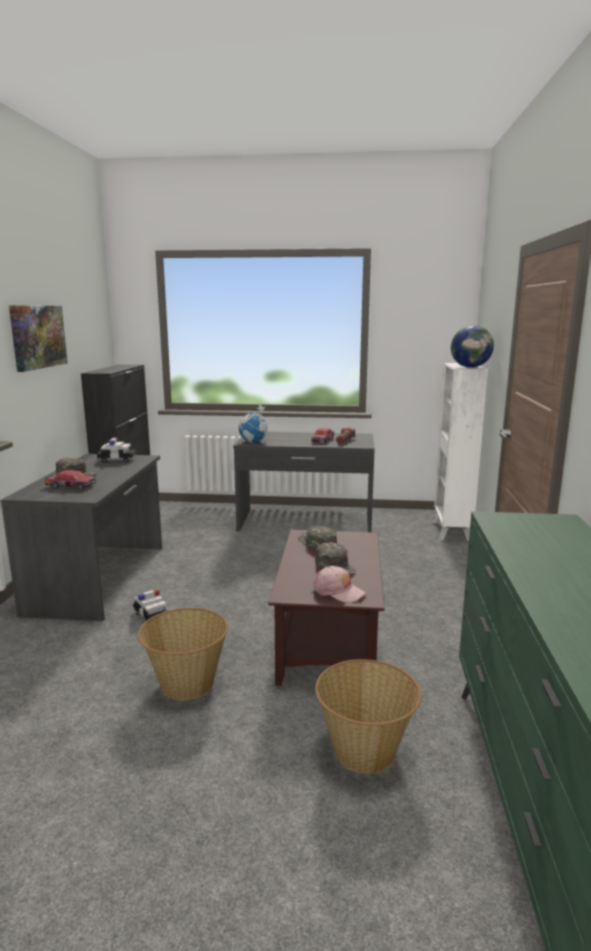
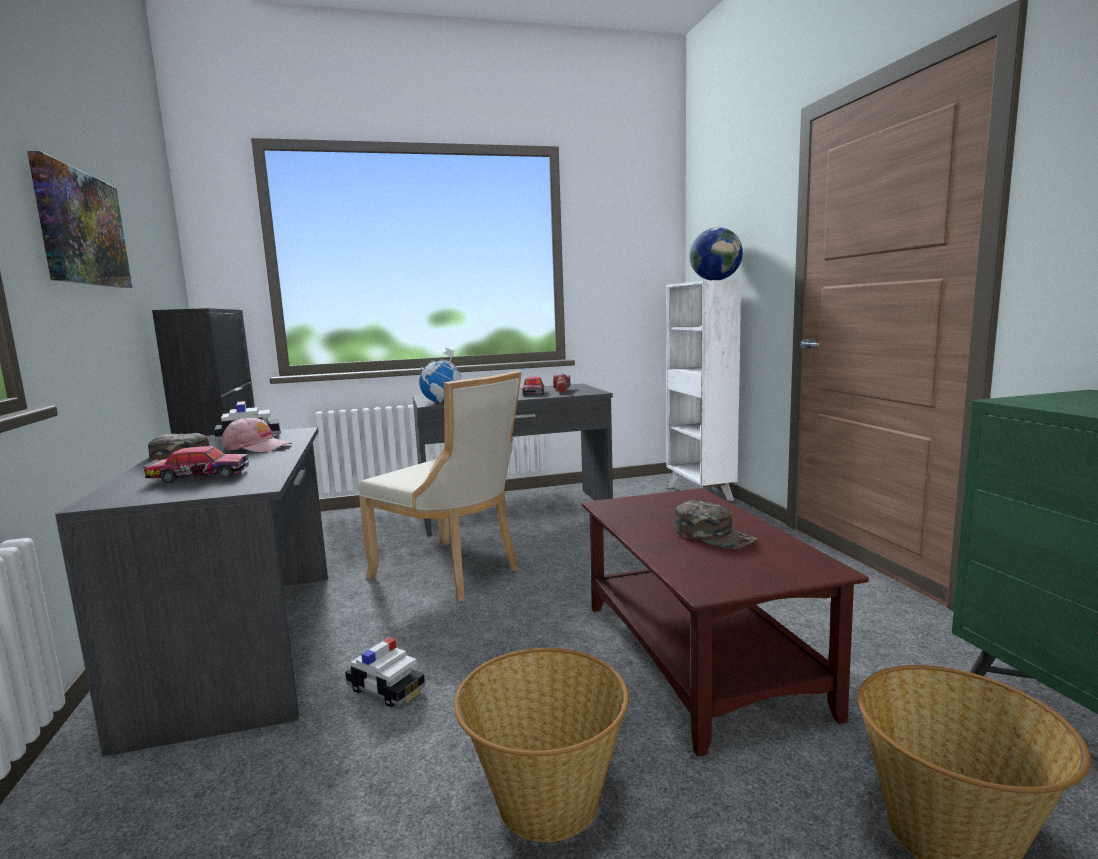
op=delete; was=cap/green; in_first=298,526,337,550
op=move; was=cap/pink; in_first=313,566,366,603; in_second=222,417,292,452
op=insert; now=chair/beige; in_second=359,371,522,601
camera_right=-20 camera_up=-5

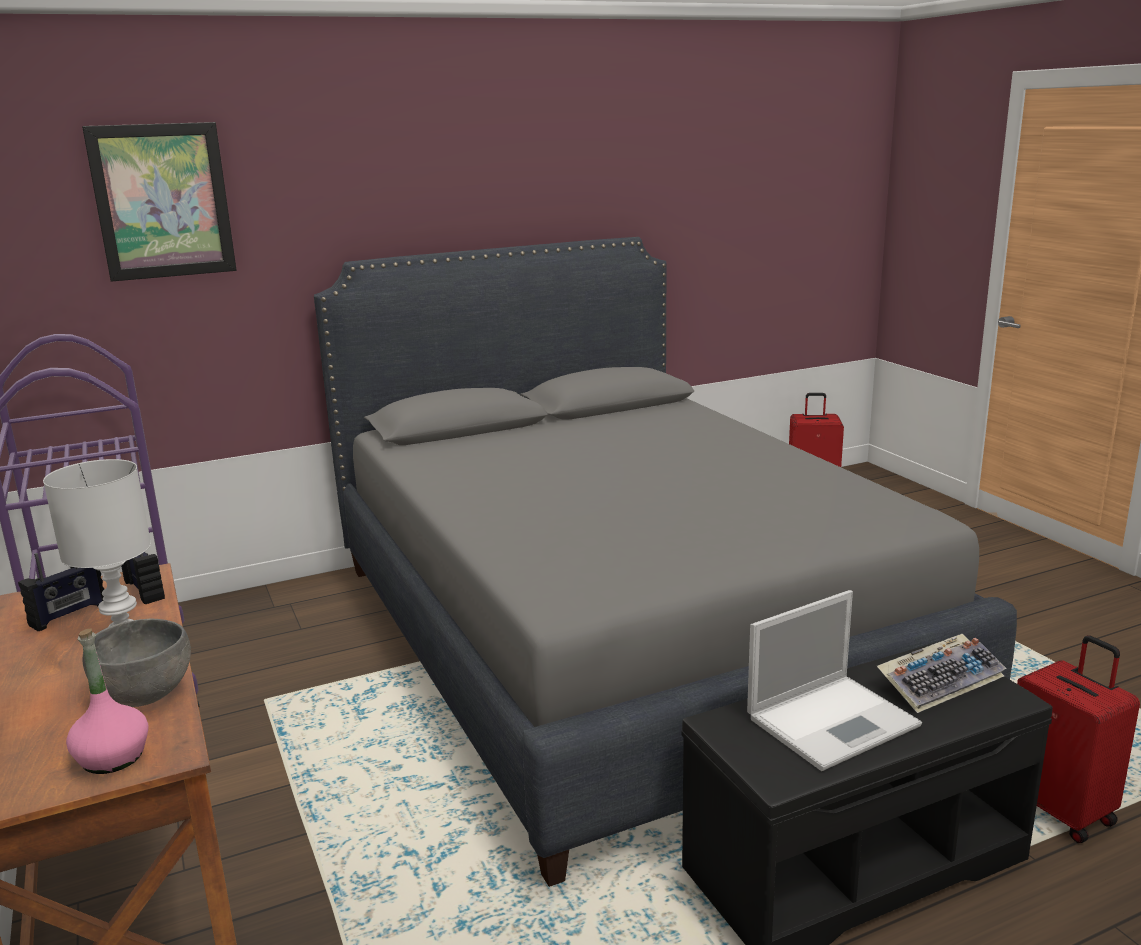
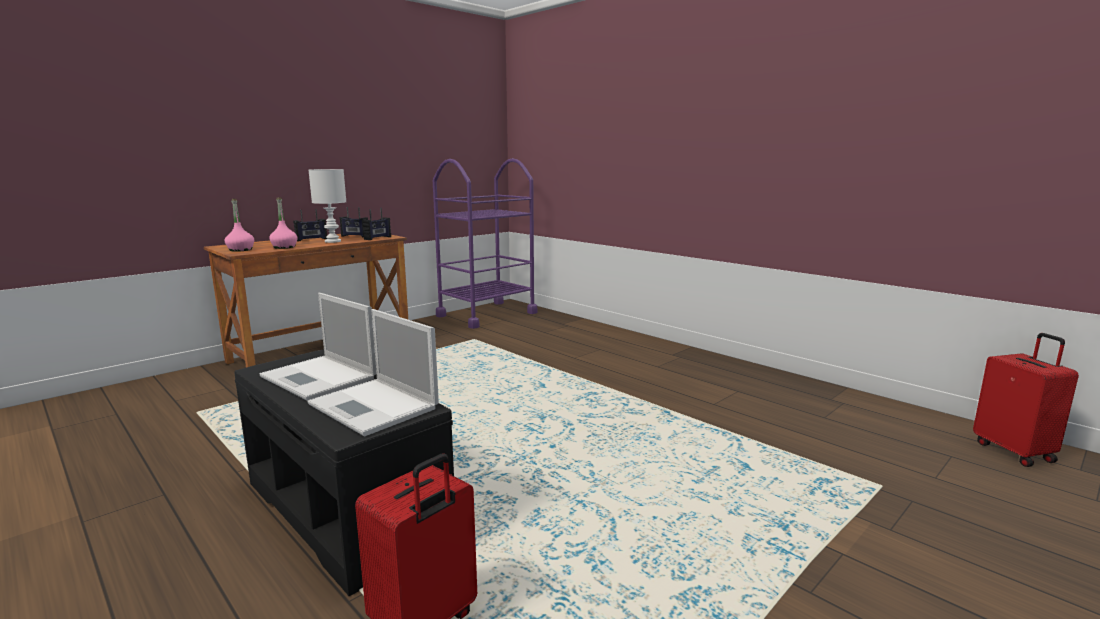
op=delete; was=picture; in_first=82,122,237,282
op=replace; was=bowl/grey; now=bottle/pink; in_first=82,619,191,707; in_second=269,197,298,249
op=delete; was=bed/grey; in_first=314,237,1017,887
op=replace; was=keyboard; now=laptop; in_first=877,634,1006,713; in_second=307,309,439,436
op=insert; now=radio; in_second=293,209,327,241
camera_right=70 camera_up=-5

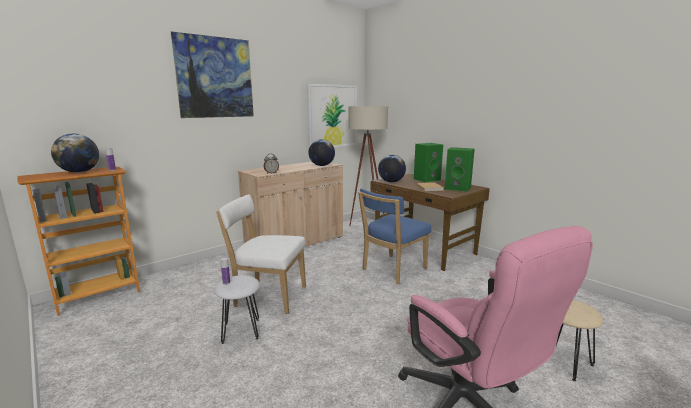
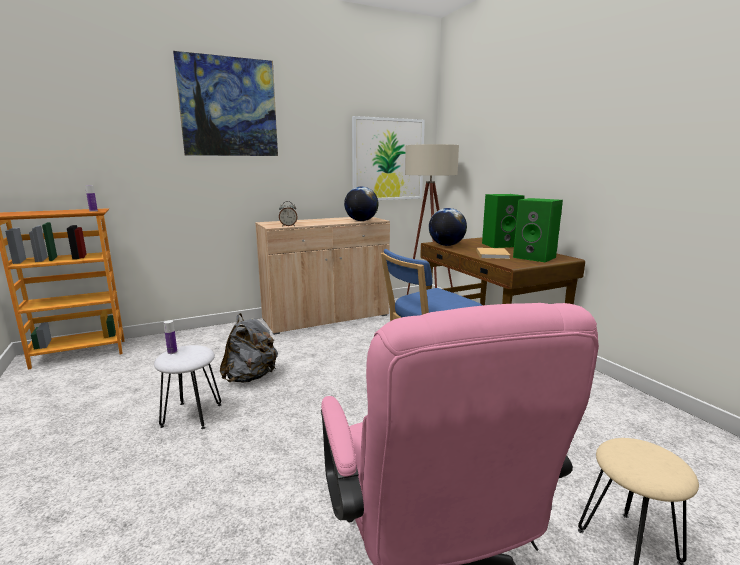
op=delete; was=globe; in_first=51,134,99,173
op=replace; was=chair/white; now=backpack/grey; in_first=216,194,306,314; in_second=220,313,278,383
camera_right=15 camera_up=0

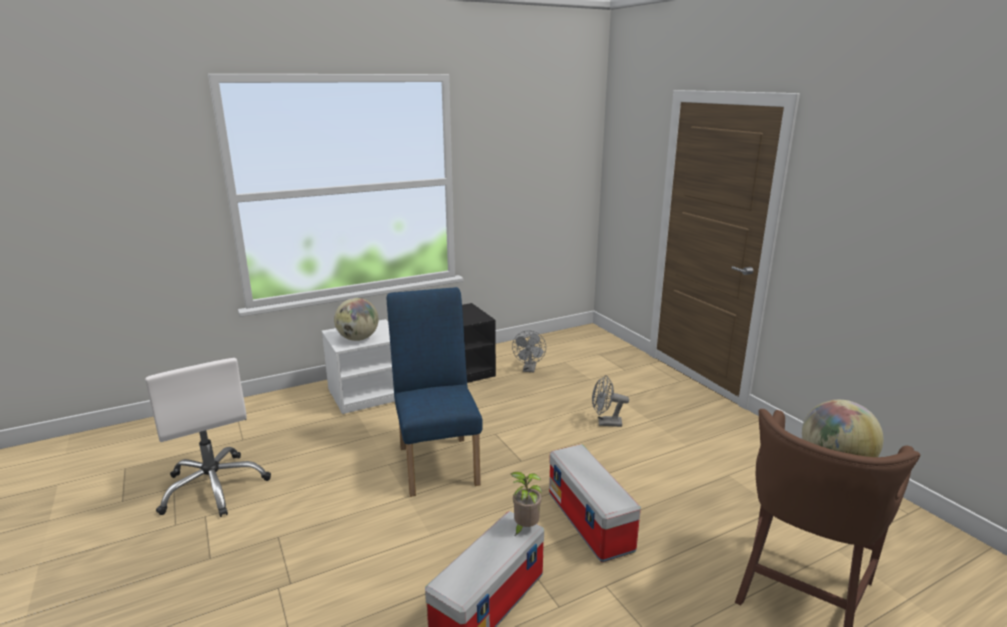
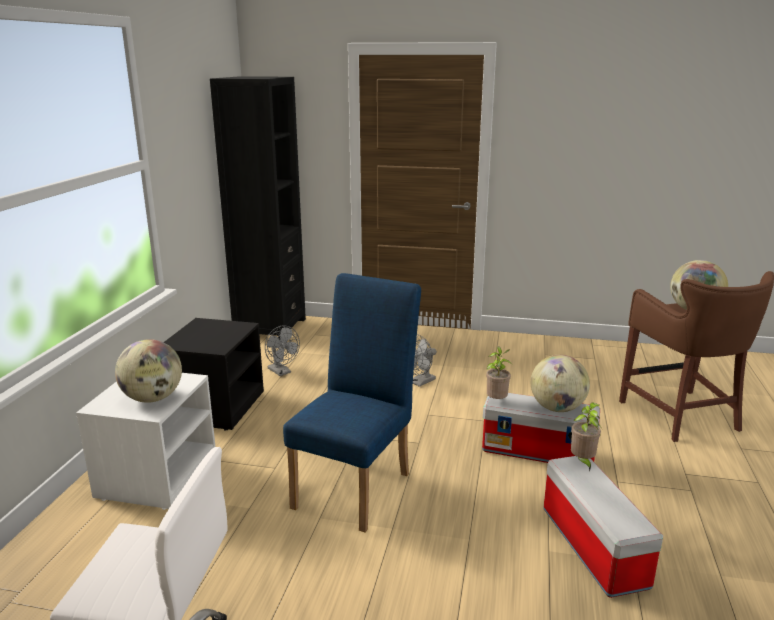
op=rotate; was=chair/blue; in_first=387,287,483,497; in_second=283,273,421,532; clockwise=90
op=insert; now=bookcase/black; in_second=210,76,306,339
op=insert; now=potted plant; in_second=486,346,512,399
op=insert; now=globe; in_second=531,355,590,412
camera_right=-50 camera_up=0

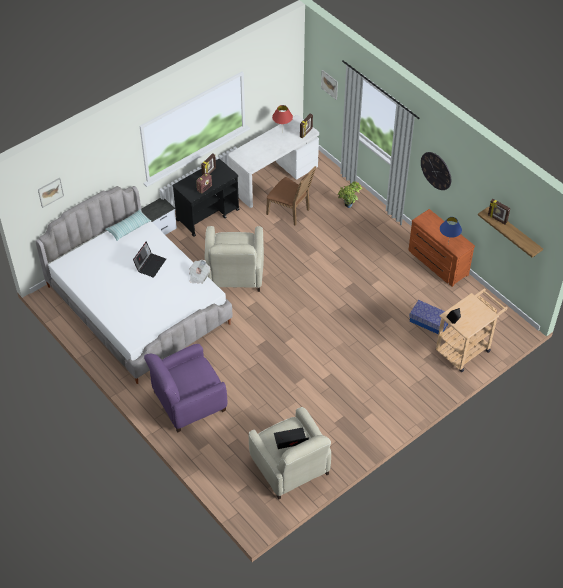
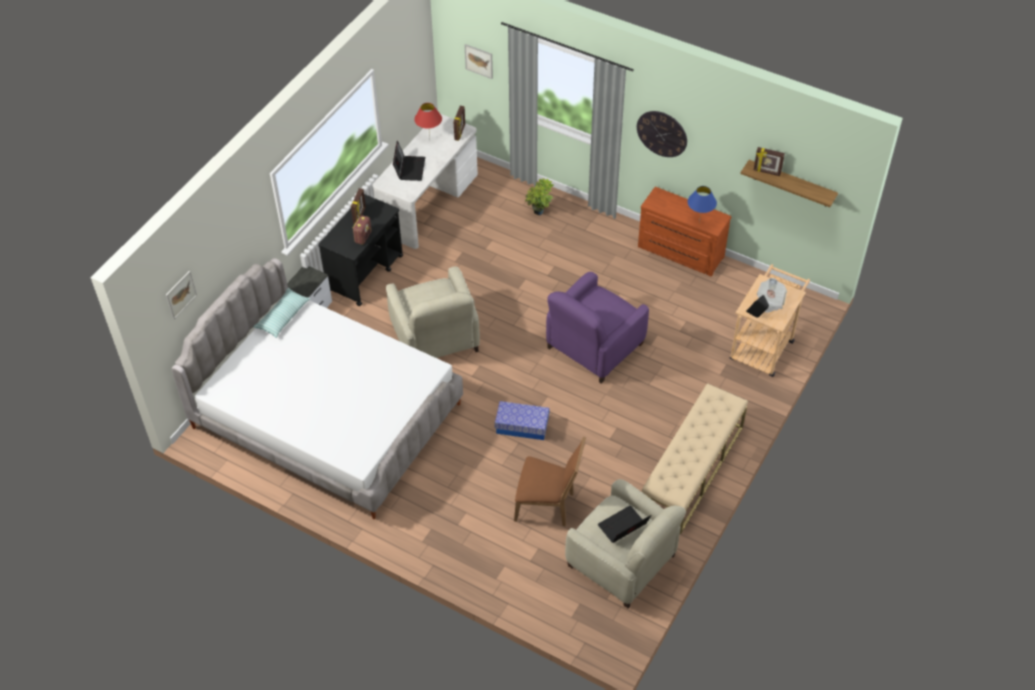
op=move; was=laptop; in_first=133,241,166,278; in_second=393,140,425,181
op=move; was=armchair/purple; in_first=144,344,227,433; in_second=546,272,649,384
op=move; was=newspaper; in_first=189,260,210,284; in_second=757,278,787,313
op=move; was=chair/brown; in_first=266,166,316,226; in_second=514,437,586,526
op=move; was=storage box; in_first=409,300,448,334; in_second=495,401,549,440
op=insert; now=bench/beige; in_second=642,383,748,534
camera_right=-20 camera_up=0

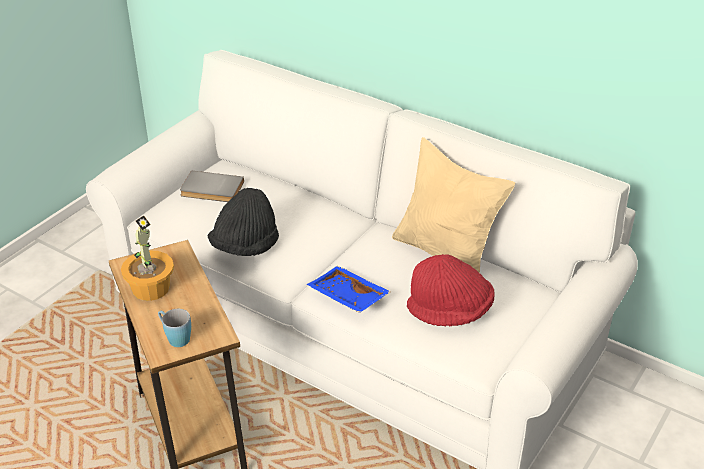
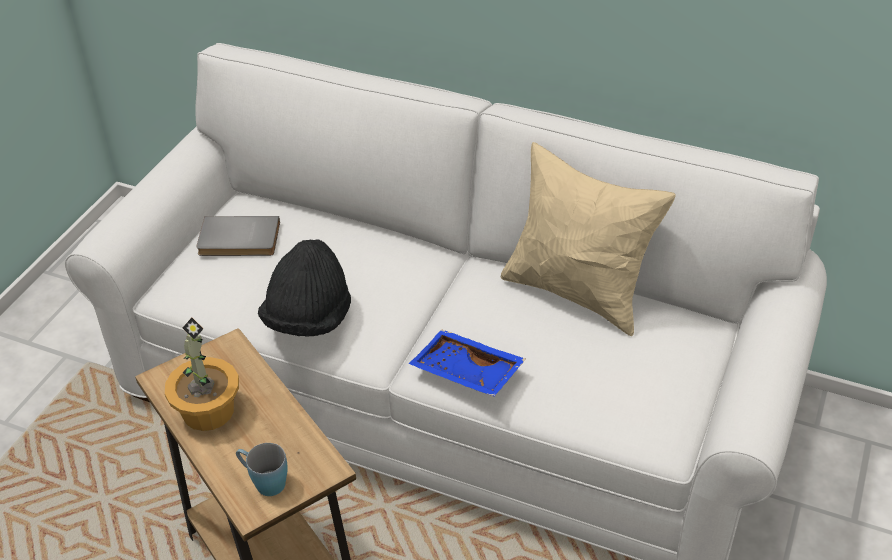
op=delete; was=hat/red; in_first=407,254,495,326
camera_right=-10 camera_up=5

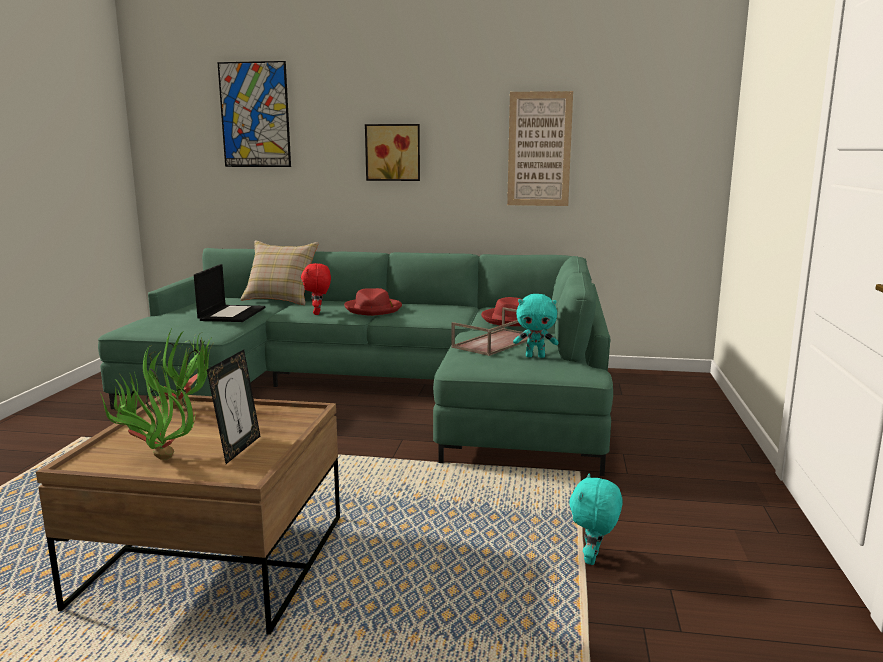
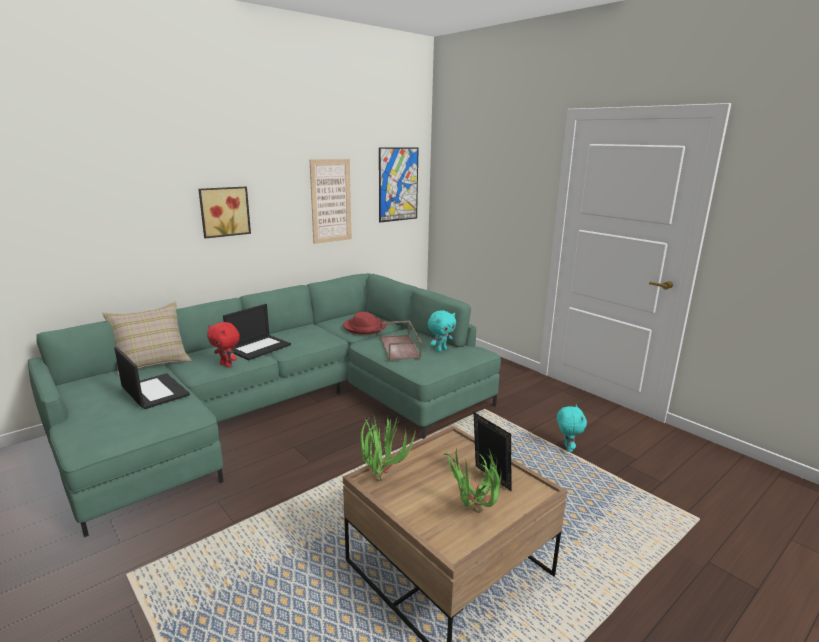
op=move; was=picture; in_first=217,61,291,167; in_second=379,147,419,222
op=replace; was=hat/red; now=laptop; in_first=344,288,402,316; in_second=223,304,291,360
op=rotate; was=plush toy/turquoise; in_first=569,473,623,565; in_second=557,405,587,452; clockwise=-150
camera_right=-50 camera_up=5

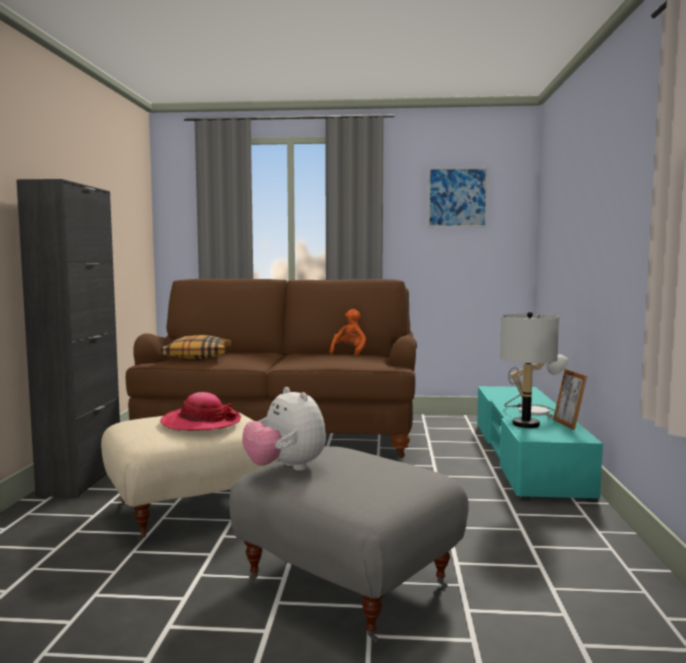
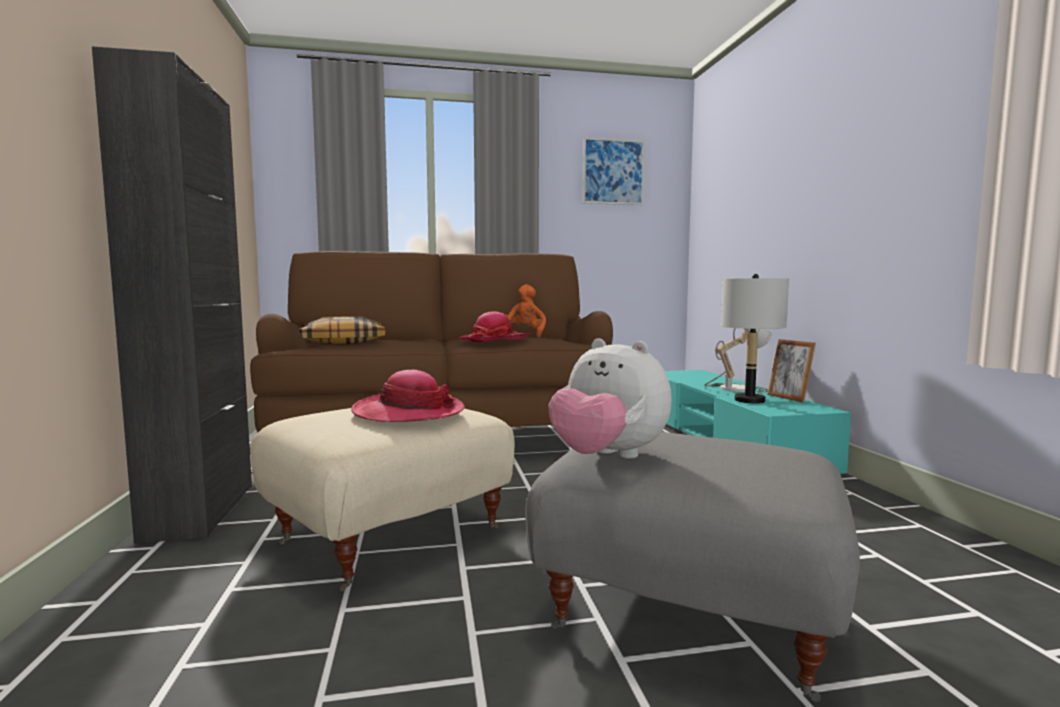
op=insert; now=hat; in_second=459,312,530,342
camera_right=-15 camera_up=0

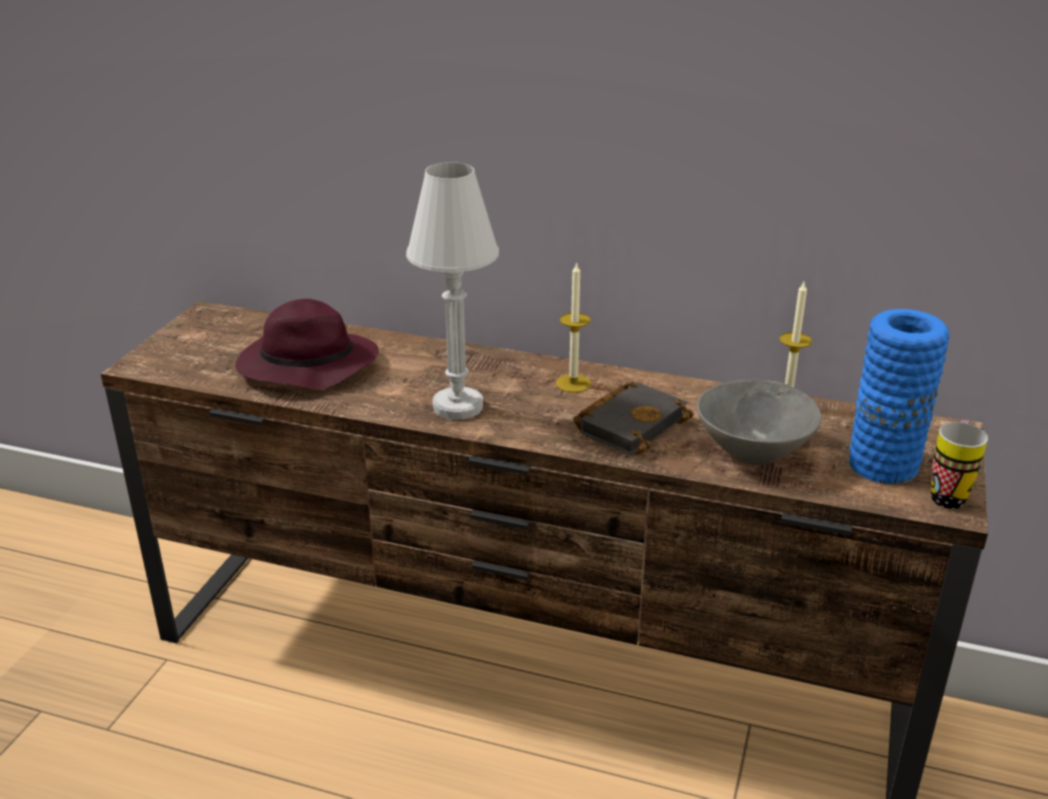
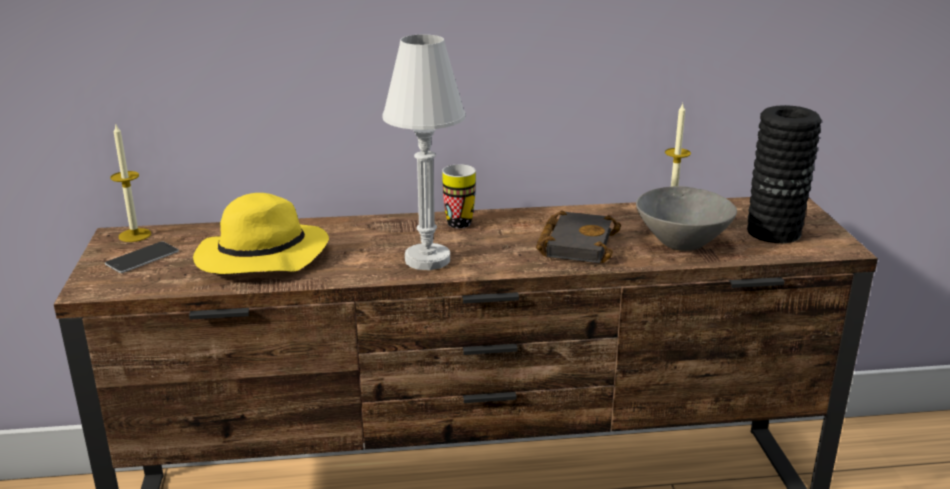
op=recolor; was=hat/purple; now=hat/yellow; in_first=235,299,379,390; in_second=193,193,329,274
op=move; was=candle; in_first=556,262,591,393; in_second=111,125,151,242
op=recolor; was=vase/blue; now=vase/black; in_first=849,309,950,484; in_second=747,105,822,243
op=move; was=mug; in_first=931,420,988,509; in_second=442,164,476,228
op=insert; now=phone; in_second=105,242,179,273
camera_right=-25 camera_up=-5

